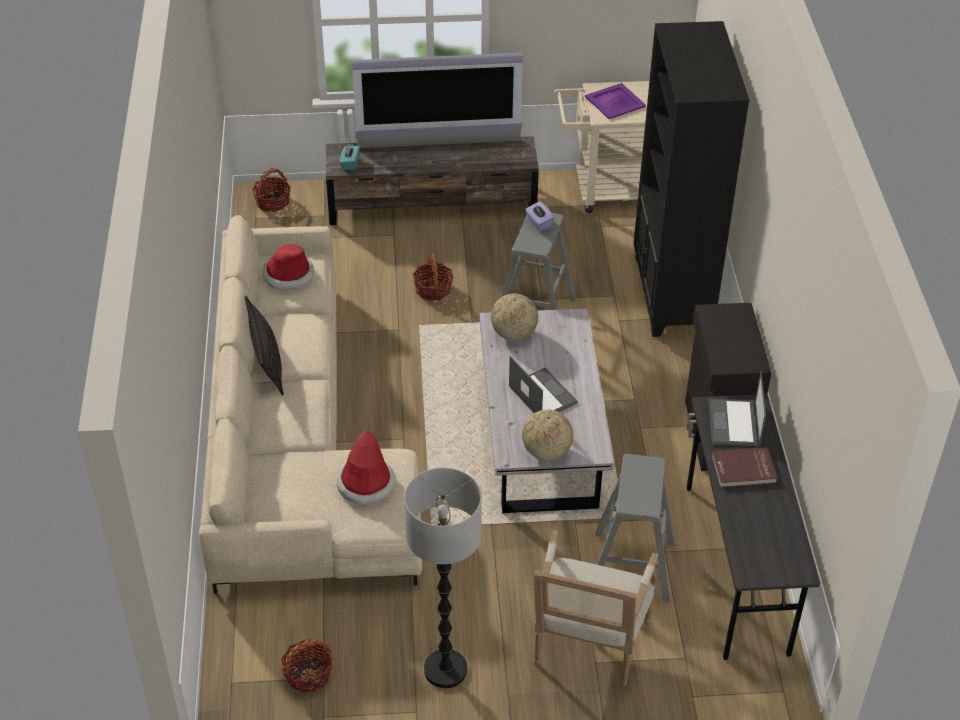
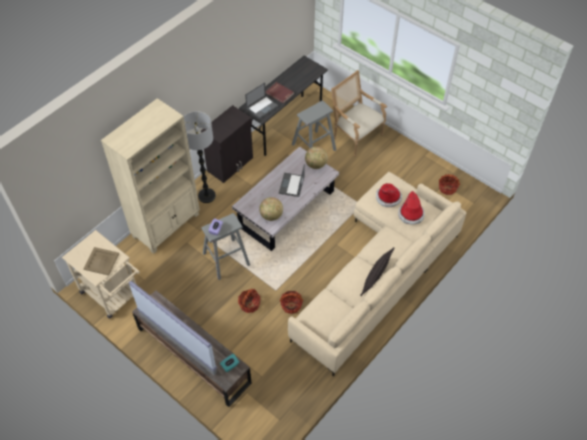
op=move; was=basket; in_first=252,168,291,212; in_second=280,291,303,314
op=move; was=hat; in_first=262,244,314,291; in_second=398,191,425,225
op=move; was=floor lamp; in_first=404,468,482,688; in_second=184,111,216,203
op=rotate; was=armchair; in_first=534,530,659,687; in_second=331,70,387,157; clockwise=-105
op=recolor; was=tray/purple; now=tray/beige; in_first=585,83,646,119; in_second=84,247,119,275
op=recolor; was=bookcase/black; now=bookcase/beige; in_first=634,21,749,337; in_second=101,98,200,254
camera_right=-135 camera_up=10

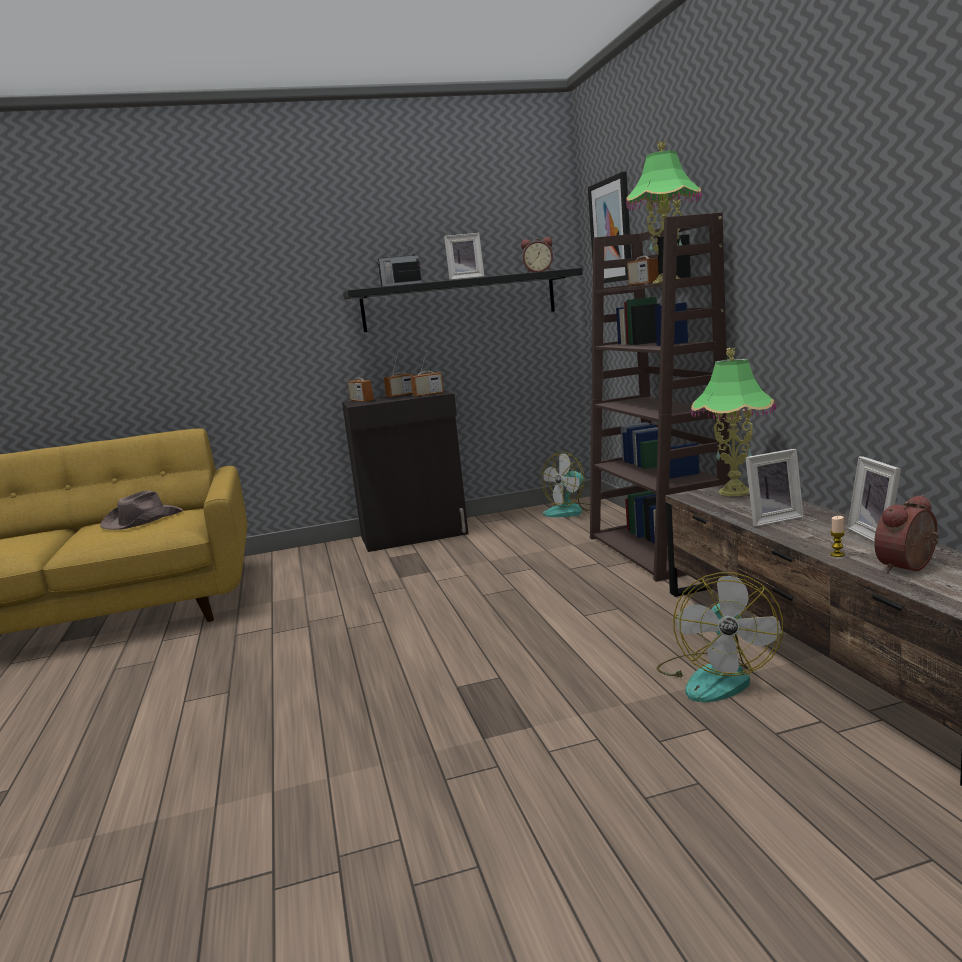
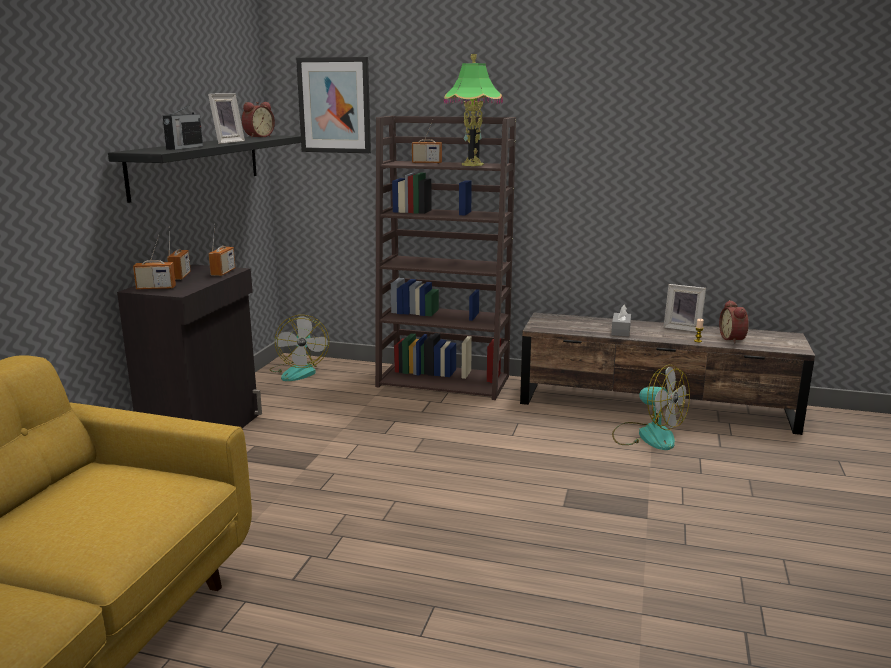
op=delete; was=hat/brown; in_first=100,490,183,530
op=delete; was=table lamp; in_first=691,348,776,496
op=replace; was=picture frame; now=tissue box/grey; in_first=745,449,804,527; in_second=611,305,631,337
camera_right=-60 camera_up=5

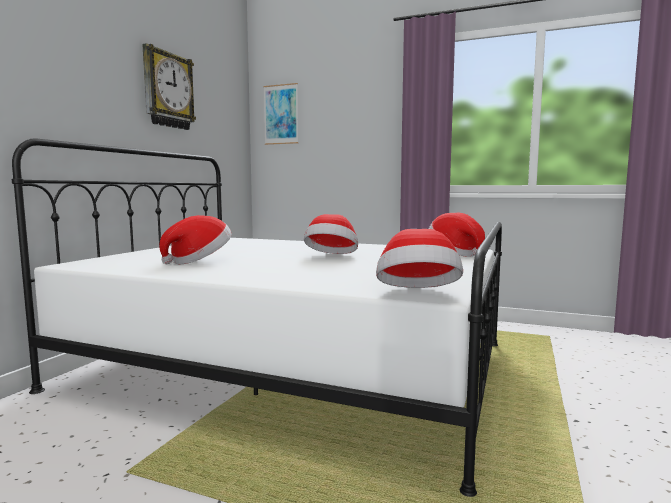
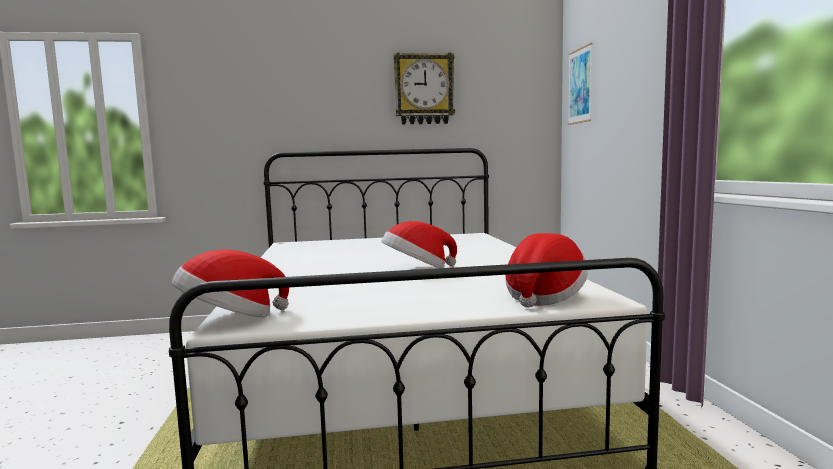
op=delete; was=hat; in_first=159,215,232,264
camera_right=60 camera_up=0

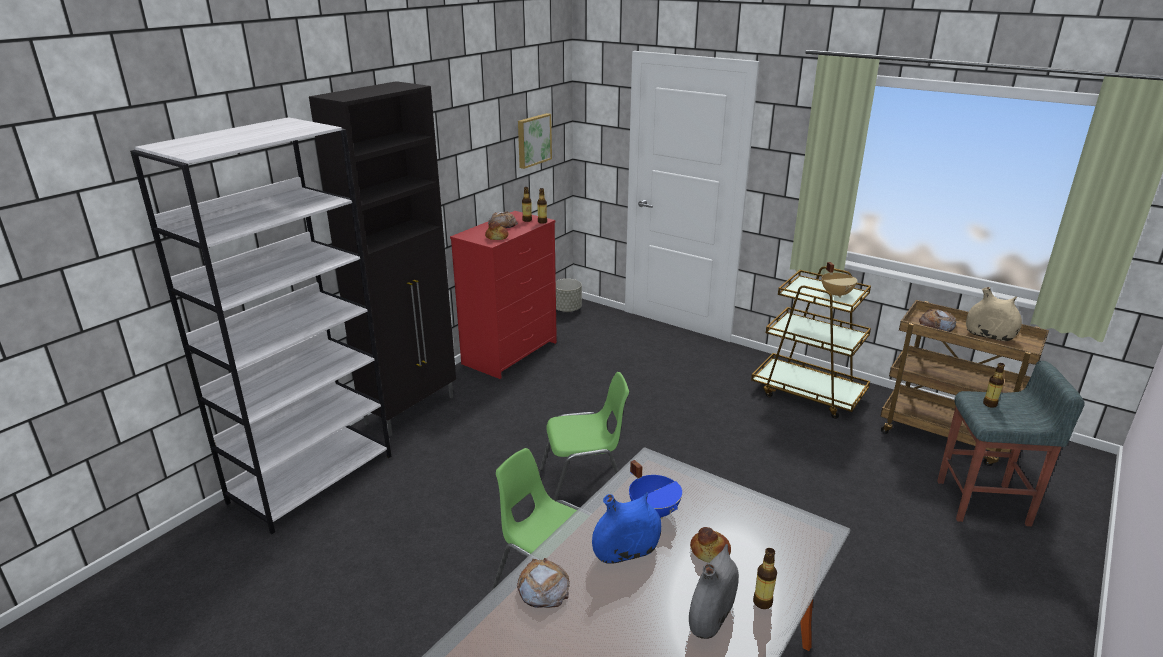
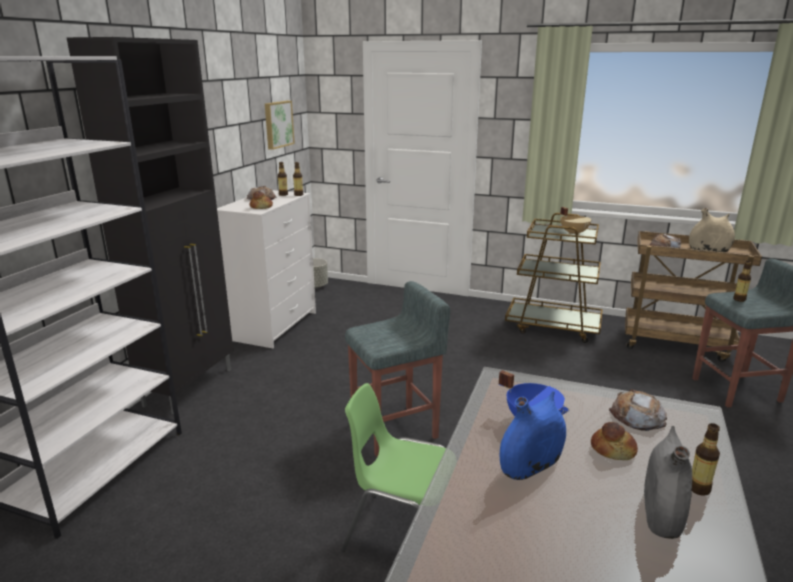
op=recolor; was=dresser/red; now=dresser/white; in_first=450,211,557,379; in_second=217,190,316,348
op=move; was=bread; in_first=517,558,570,608; in_second=609,389,667,431
op=replace; was=chair/green; now=stool/grey; in_first=539,372,629,501; in_second=345,281,450,457
camera_right=-15 camera_up=-5

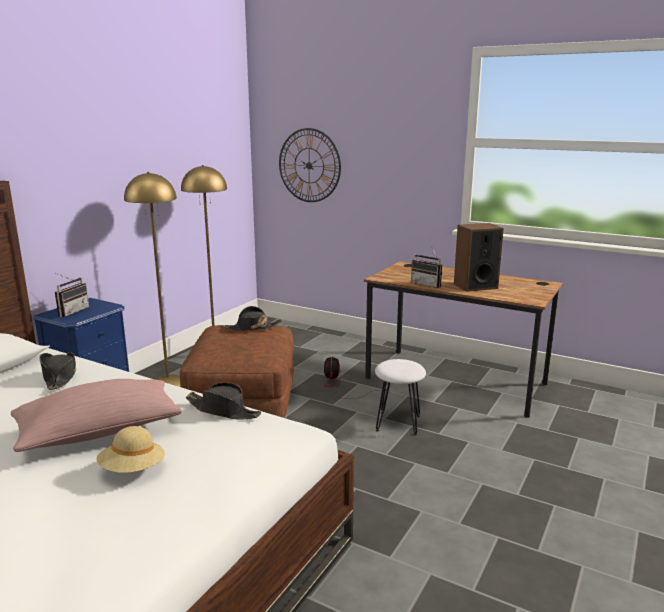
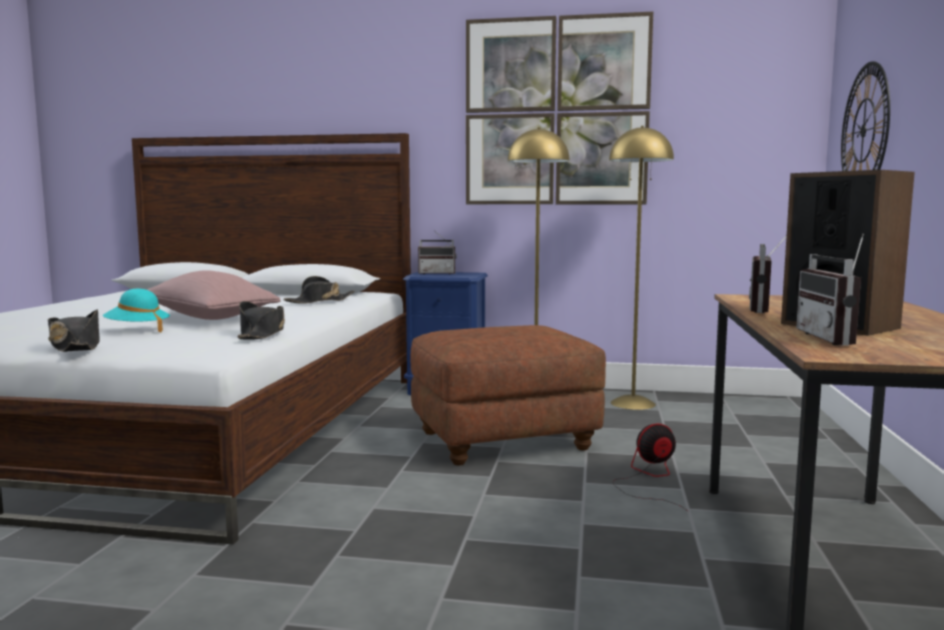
op=recolor; was=hat/beige; now=hat/turquoise; in_first=96,426,165,473; in_second=103,289,170,332
op=move; was=hat/black; in_first=223,306,282,331; in_second=48,309,100,352
op=delete; was=stool/white; in_first=375,359,426,436
op=insert; now=picture; in_second=466,11,653,204
op=insert; now=radio; in_second=796,234,864,346
camera_right=70 camera_up=-10

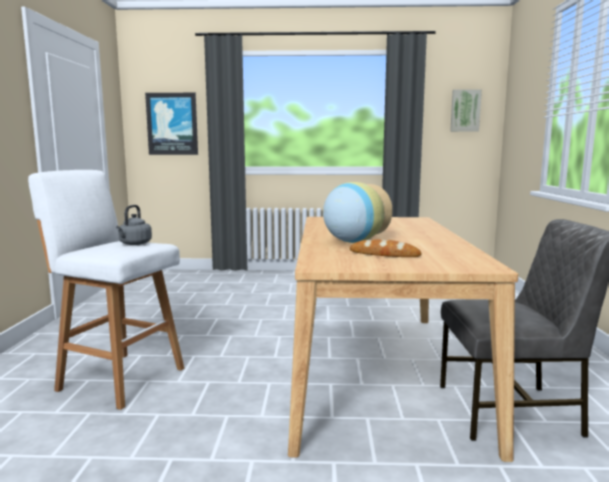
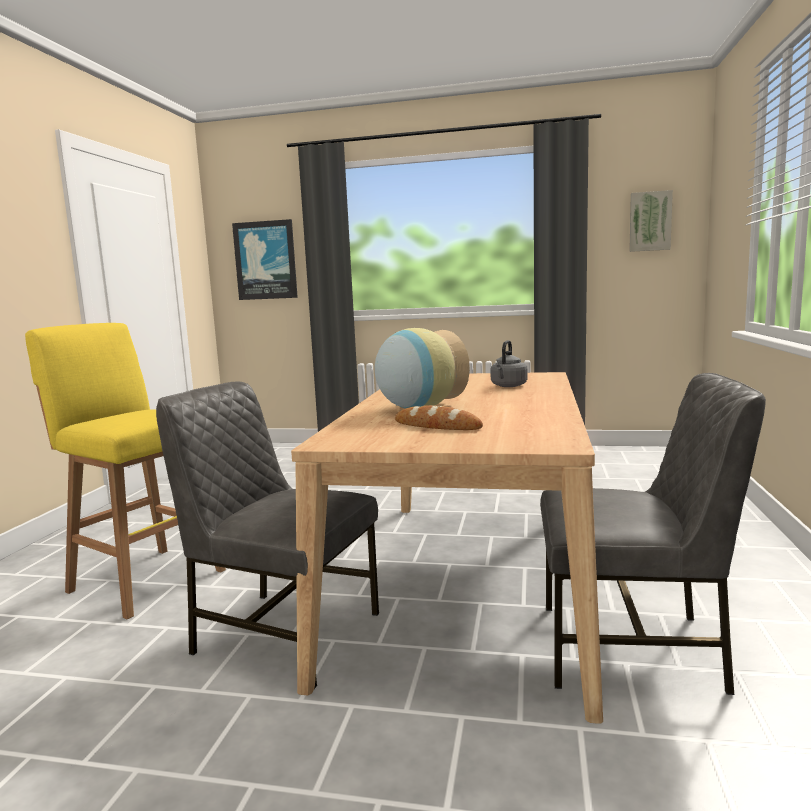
op=recolor; was=stool/white; now=stool/yellow; in_first=28,170,184,410; in_second=25,323,226,619
op=move; was=kettle/grey; in_first=116,205,152,245; in_second=490,340,528,387
op=insert; now=chair/grey; in_second=156,382,379,688
camera_right=10 camera_up=0

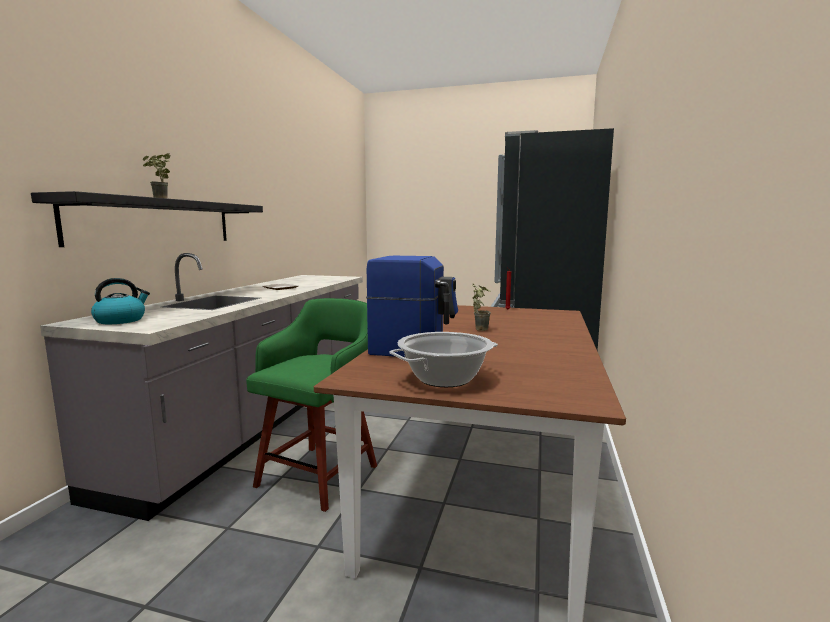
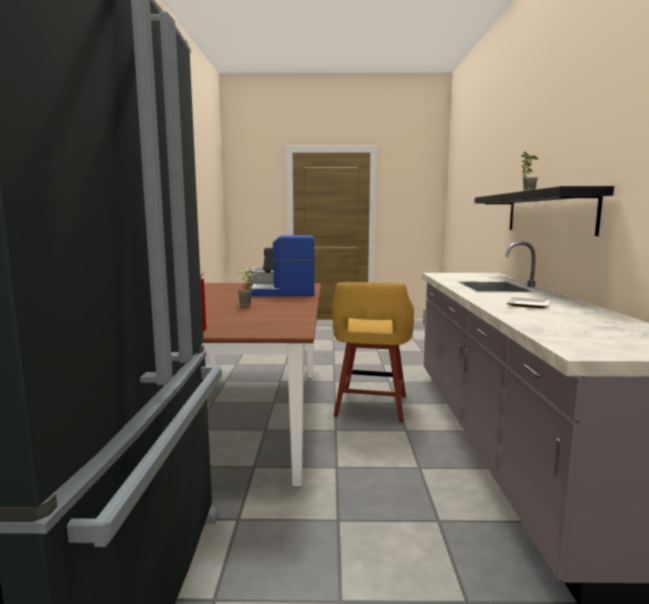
op=delete; was=kettle; in_first=91,278,150,324
op=recolor; was=stool/green; now=stool/yellow; in_first=246,298,377,512; in_second=332,282,414,422
camera_right=165 camera_up=0

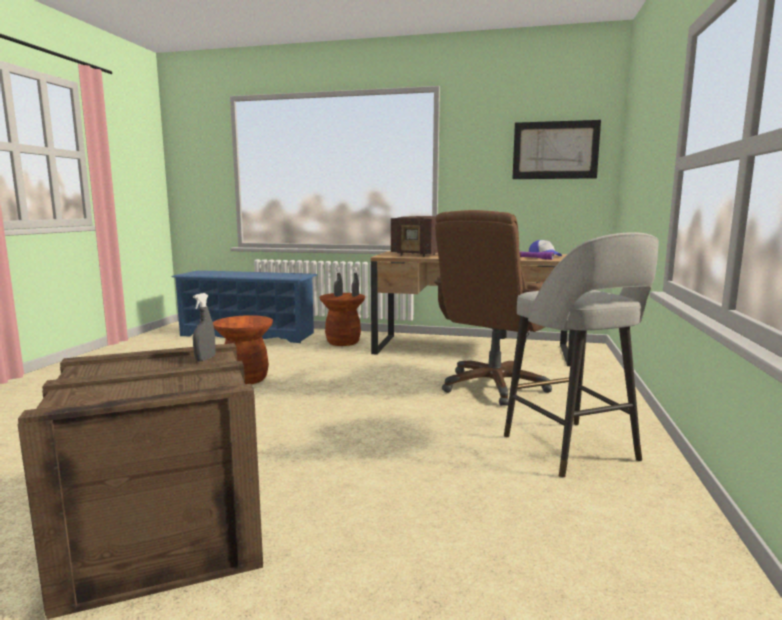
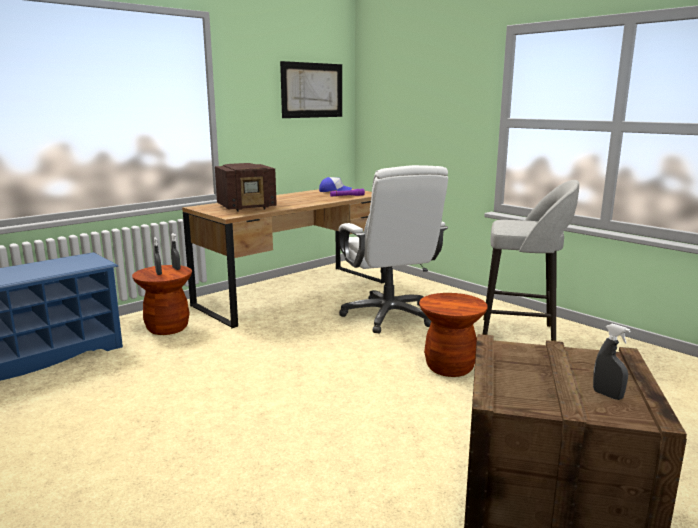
op=move; was=spray bottle/grey; in_first=193,293,216,362; in_second=593,324,631,400
op=move; was=stool/brown; in_first=213,315,273,384; in_second=419,293,488,377
op=recolor; was=office chair/brown; now=office chair/white; in_first=434,210,552,406; in_second=339,165,448,334
camera_right=-55 camera_up=5

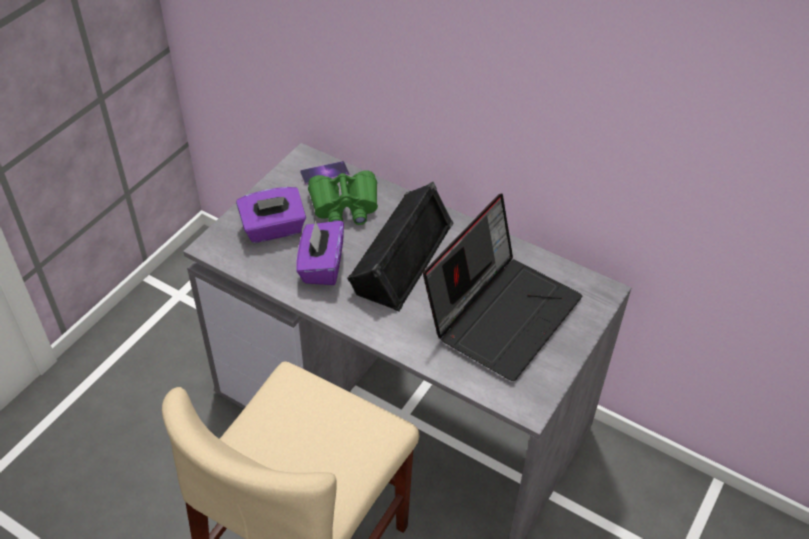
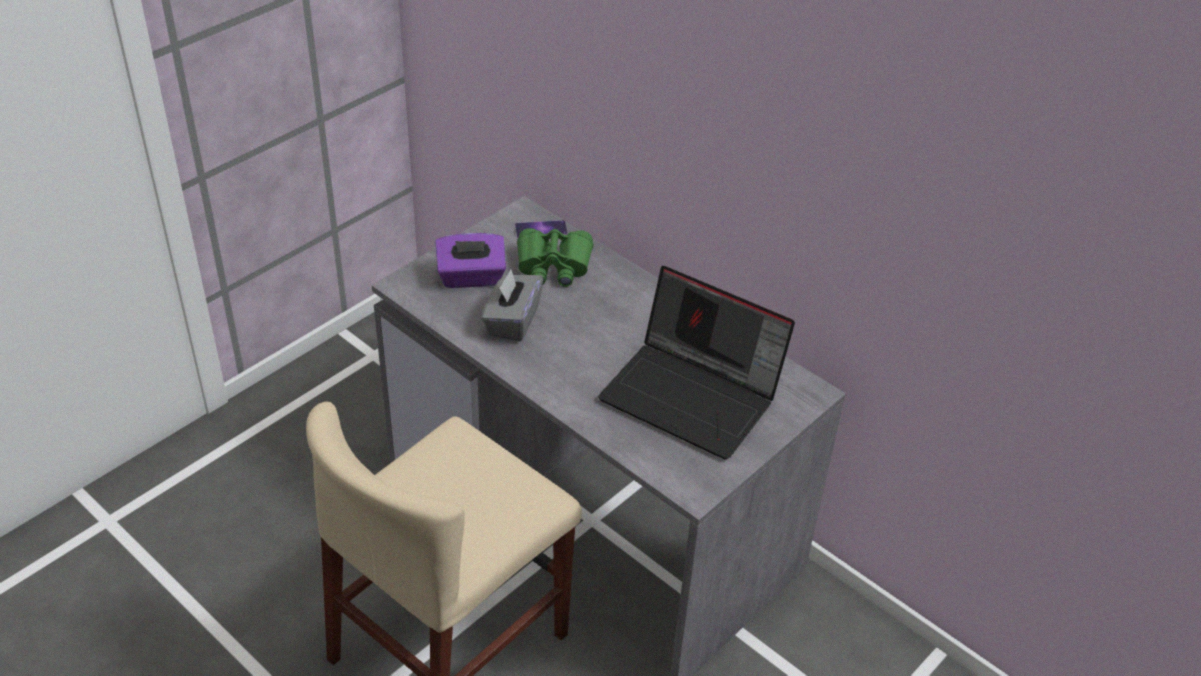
op=recolor; was=tissue box/purple; now=tissue box/grey; in_first=296,221,344,285; in_second=481,270,543,342
op=delete; was=speaker/black; in_first=347,182,454,311
op=rotate; was=laptop; in_first=423,193,582,381; in_second=598,266,795,459; clockwise=75
camera_right=10 camera_up=-5

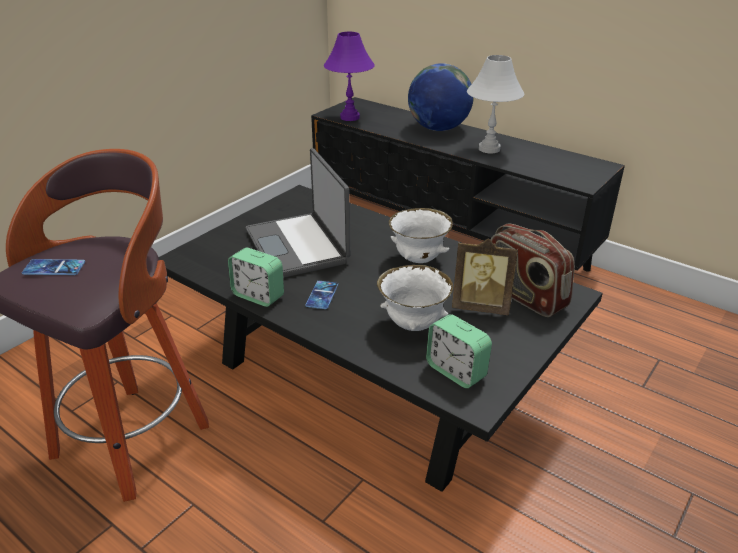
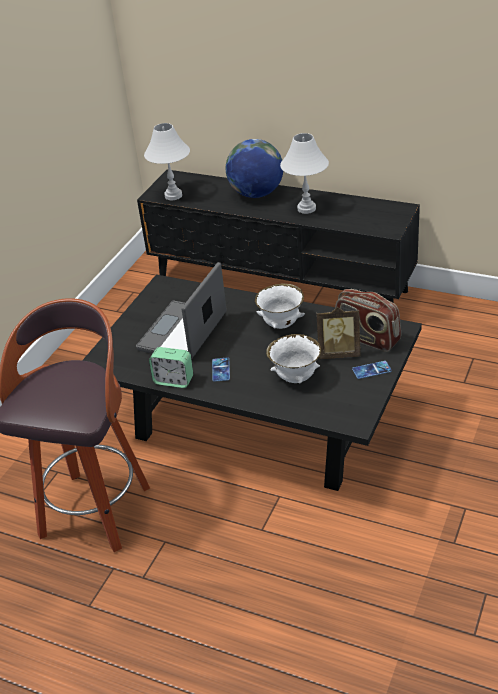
op=move; was=phone; in_first=22,259,85,275; in_second=352,361,392,379
op=rotate; was=laptop; in_first=246,148,351,278; in_second=136,262,227,360; clockwise=60
op=recolor; was=table lamp/purple; now=table lamp/white; in_first=324,32,375,121; in_second=144,123,190,200
op=delete; was=alarm clock; in_first=426,314,492,388
camera_right=-10 camera_up=5

